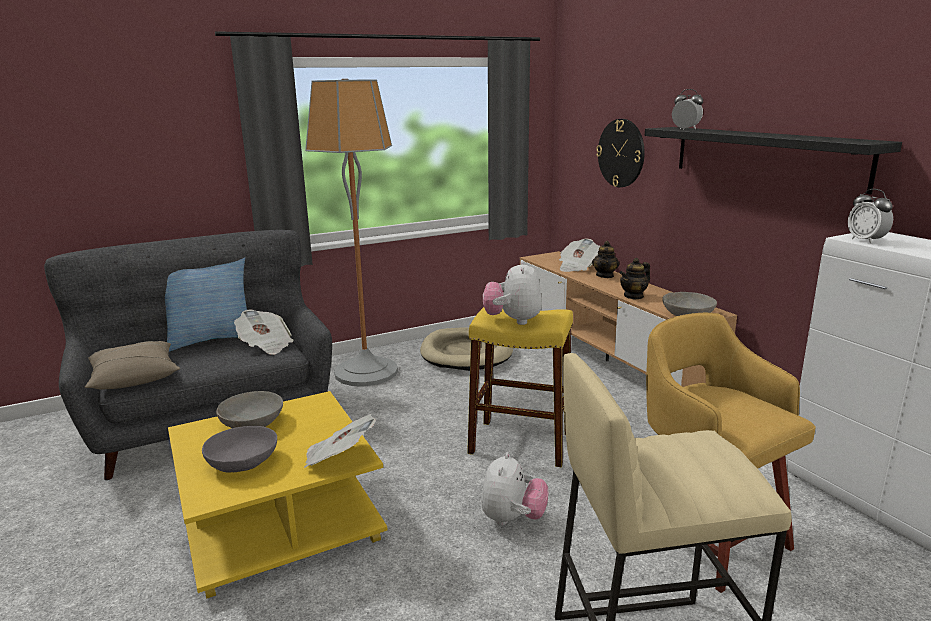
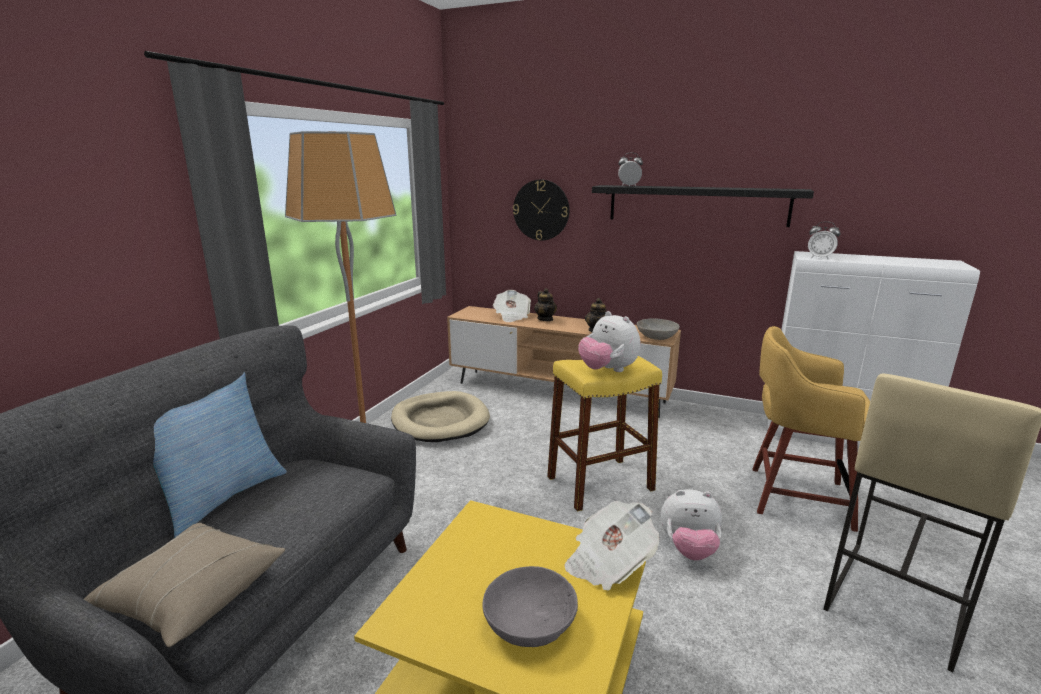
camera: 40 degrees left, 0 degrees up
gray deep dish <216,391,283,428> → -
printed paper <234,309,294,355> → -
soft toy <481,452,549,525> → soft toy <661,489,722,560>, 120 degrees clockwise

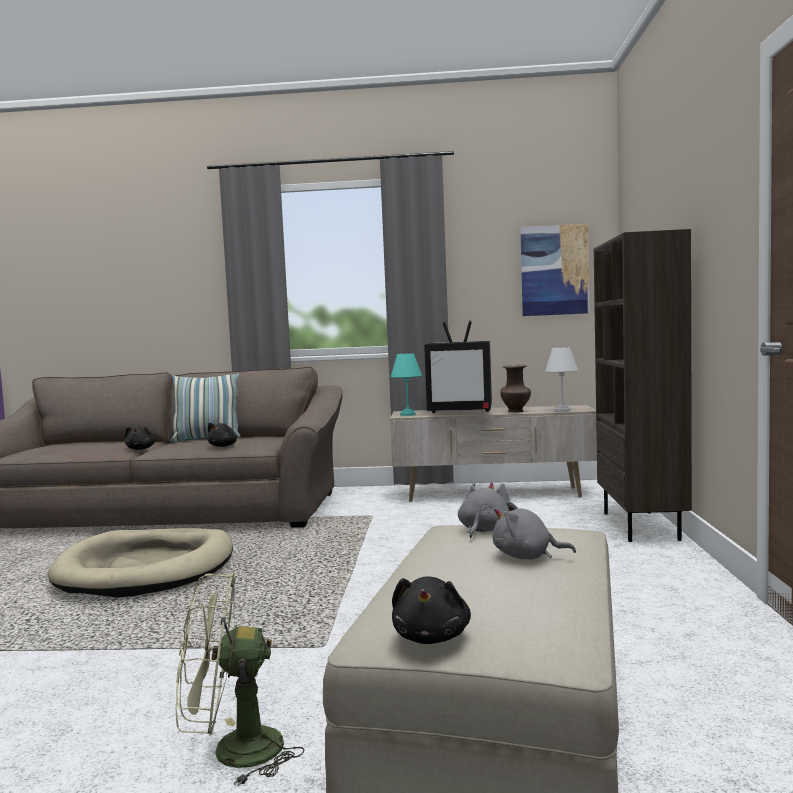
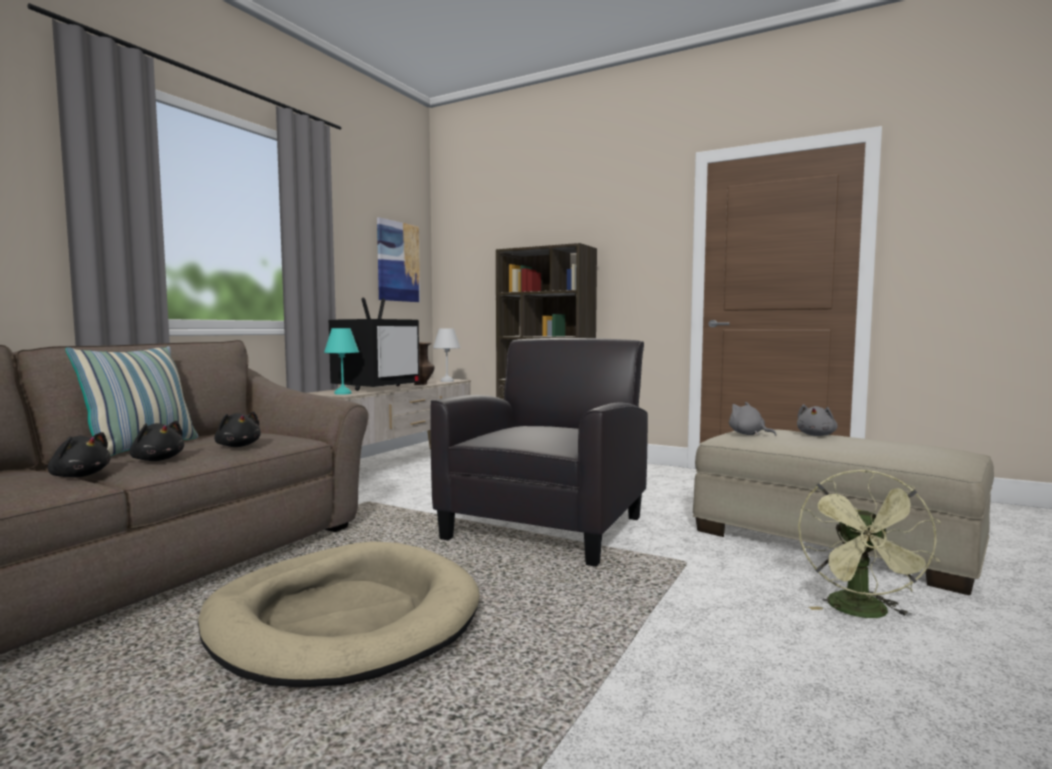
camera: 65 degrees left, 0 degrees up
- → blackish easy chair <431,338,648,567>
blackish soft toy <392,576,471,644> → blackish soft toy <130,421,184,461>, shifted

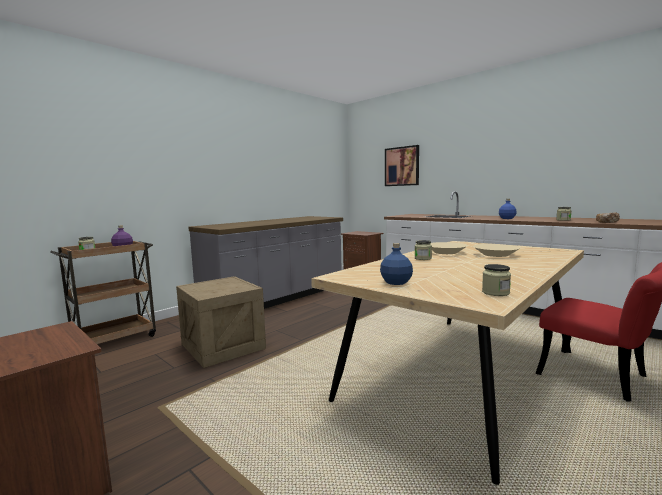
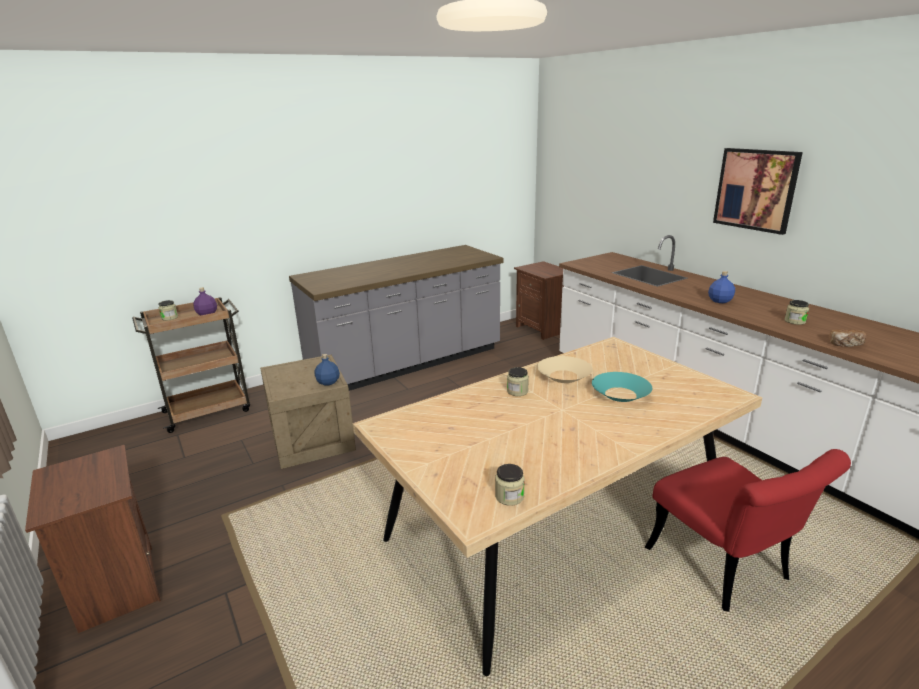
camera: 15 degrees right, 15 degrees up
bluish beverage bottle <380,243,413,285> → bluish beverage bottle <315,354,340,386>, shifted
picture <385,145,419,186> → picture <713,148,803,235>, shifted
sand-coloured deep dish <473,244,520,257> → turquoise-coloured deep dish <592,372,653,402>

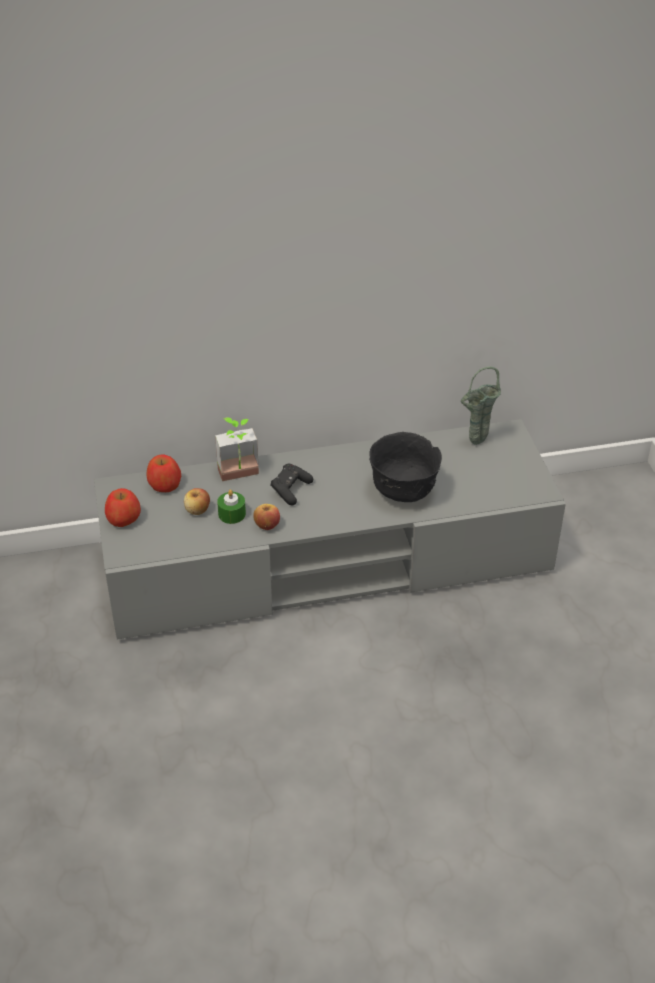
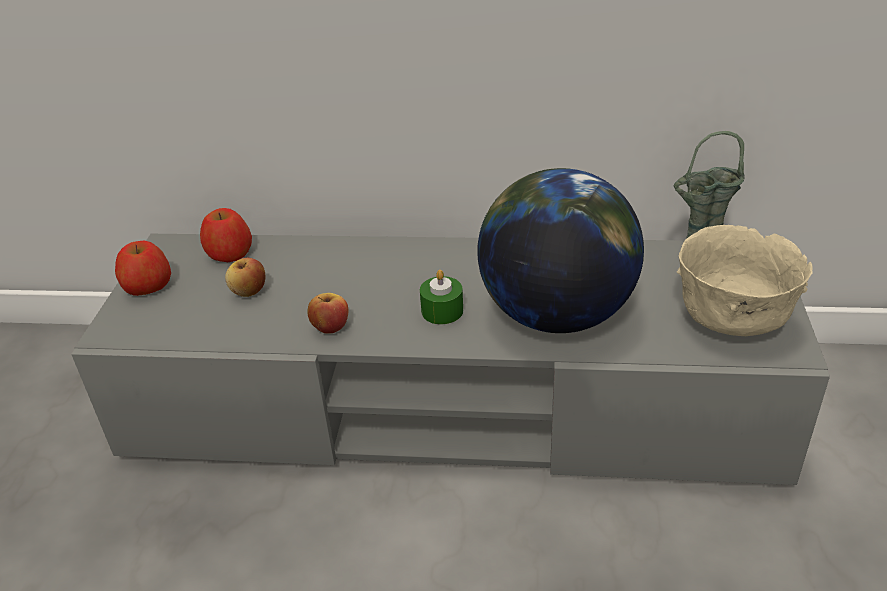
camera: 20 degrees right, 5 degrees down
potted plant <215,418,259,481> → -
blackish gamepad <271,464,313,505> → -
- → sand-coloured deep dish <677,225,813,336>
green-coloured candle <217,490,246,524> → green-coloured candle <420,270,463,324>, shifted
blackish deep dish <369,432,442,502> → world globe <477,168,644,333>

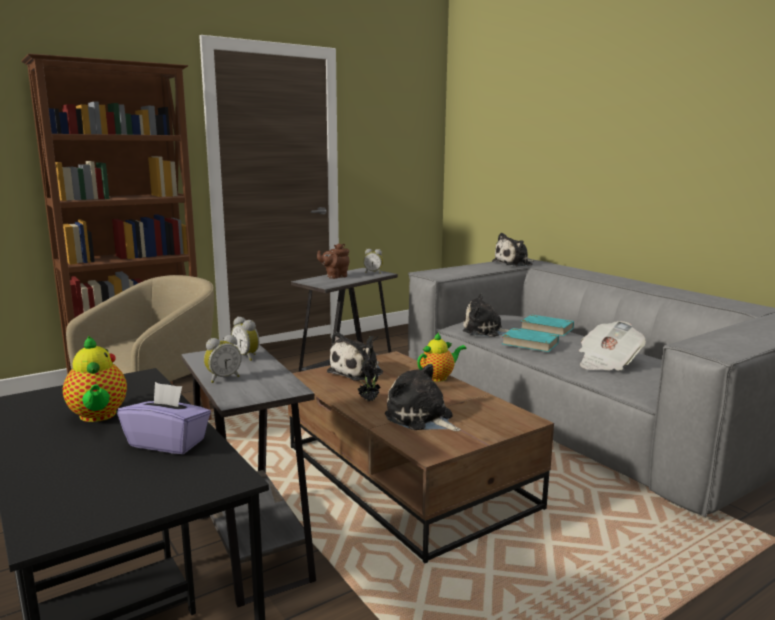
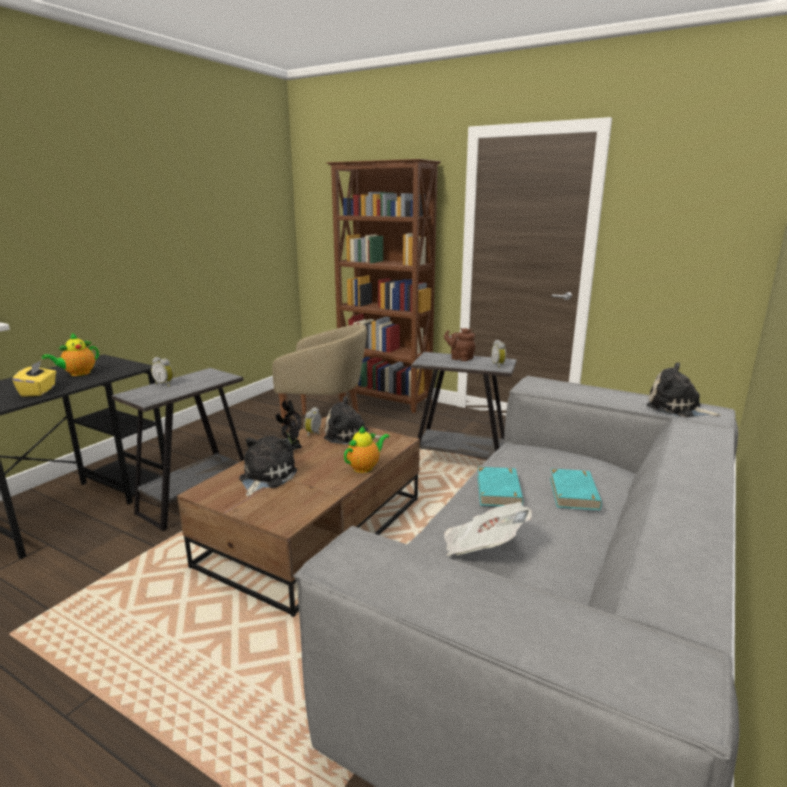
camera: 65 degrees right, 5 degrees up
soft toy <463,294,509,337> → -
table clock <231,317,259,361> → table clock <304,407,321,437>, shifted
purple tissue box <117,382,211,454> → yellowish tissue box <12,361,56,397>
pot for tea <417,333,466,382> → pot for tea <344,426,390,473>, 75 degrees counterclockwise

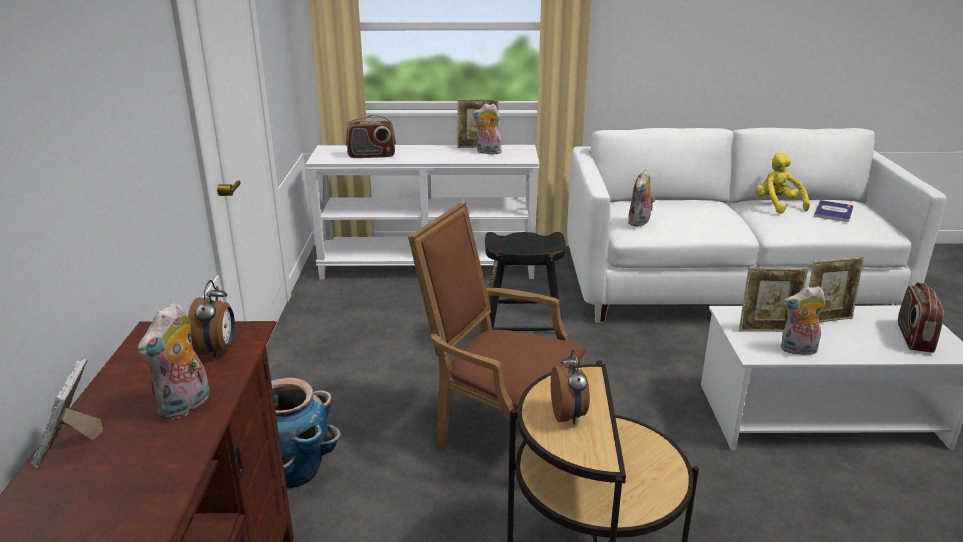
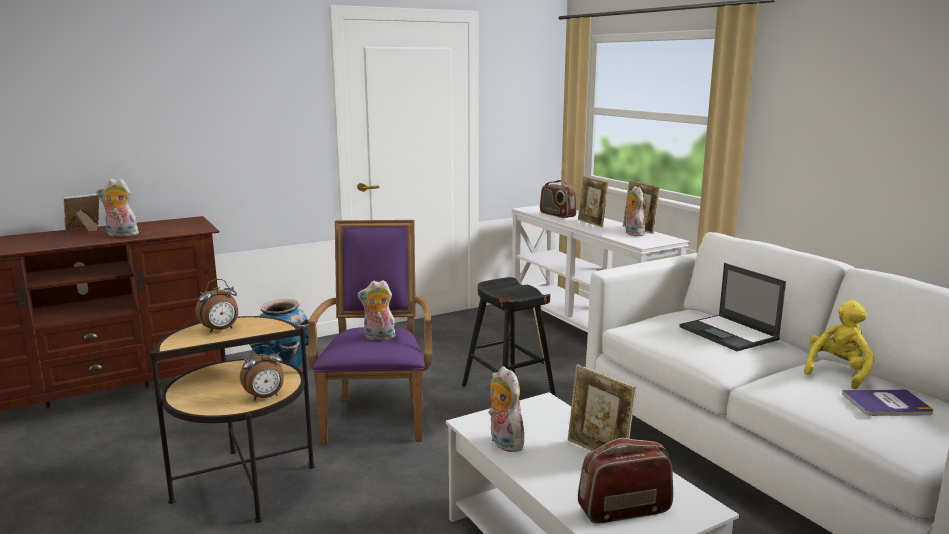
camera: 60 degrees right, 10 degrees down
- → portable computer <680,263,786,351>
table clock <188,280,235,359> → table clock <240,345,284,401>, shifted
soft toy <628,169,655,227> → soft toy <357,280,396,340>, shifted
photo frame <739,267,808,332> → photo frame <578,176,609,227>, shifted
brown easy chair <408,202,586,450> → purple easy chair <308,220,432,444>

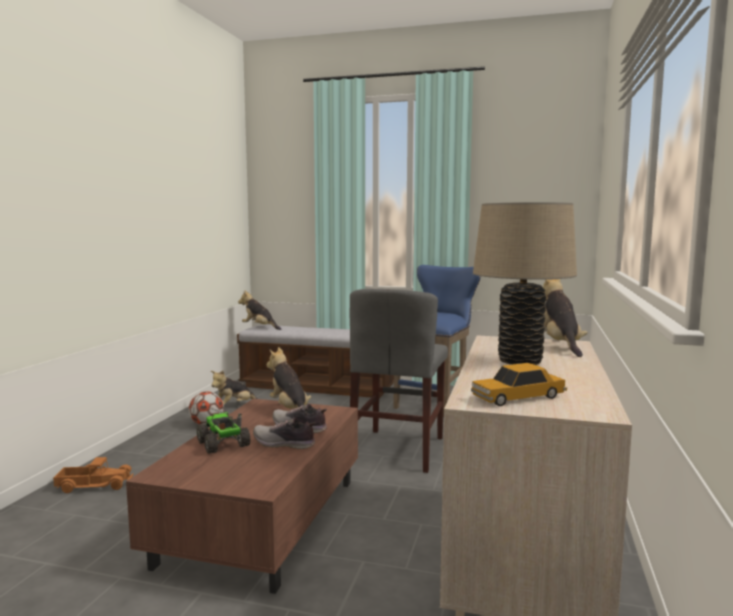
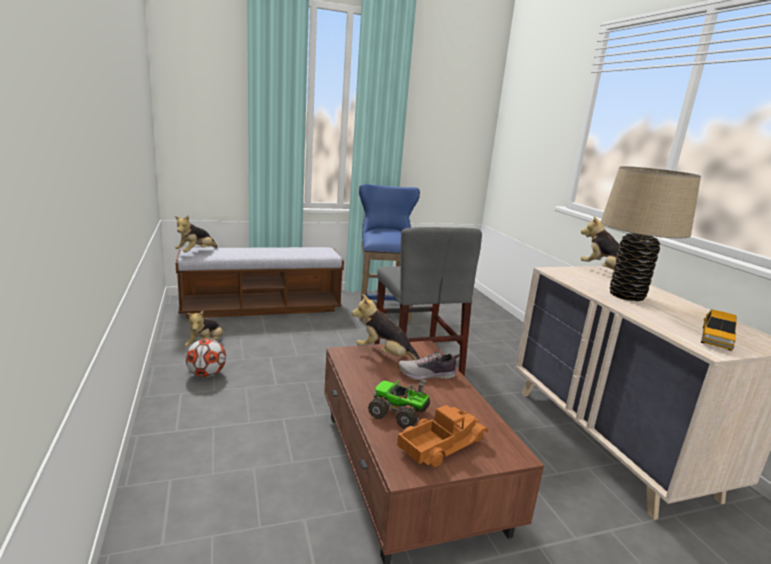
camera: 35 degrees left, 10 degrees up
low shoe <253,418,316,449> → -
model truck <53,457,133,493> → model truck <397,405,488,467>, shifted
soft toy <238,291,282,330> → soft toy <174,215,217,252>, 60 degrees counterclockwise

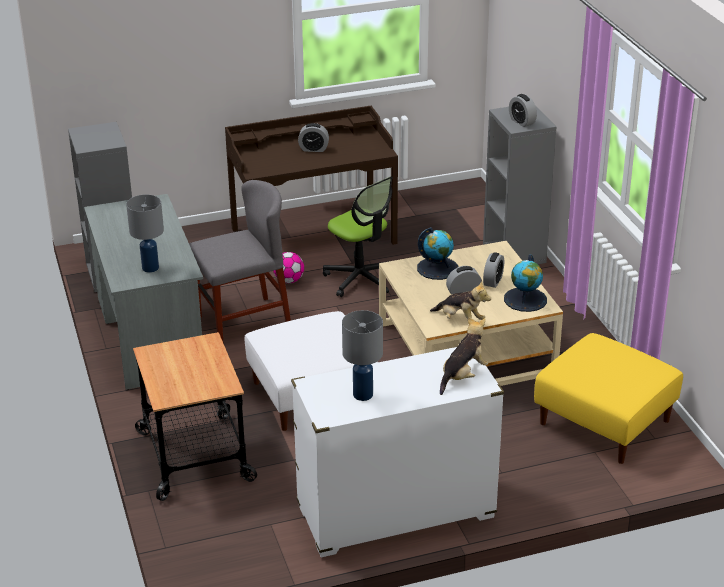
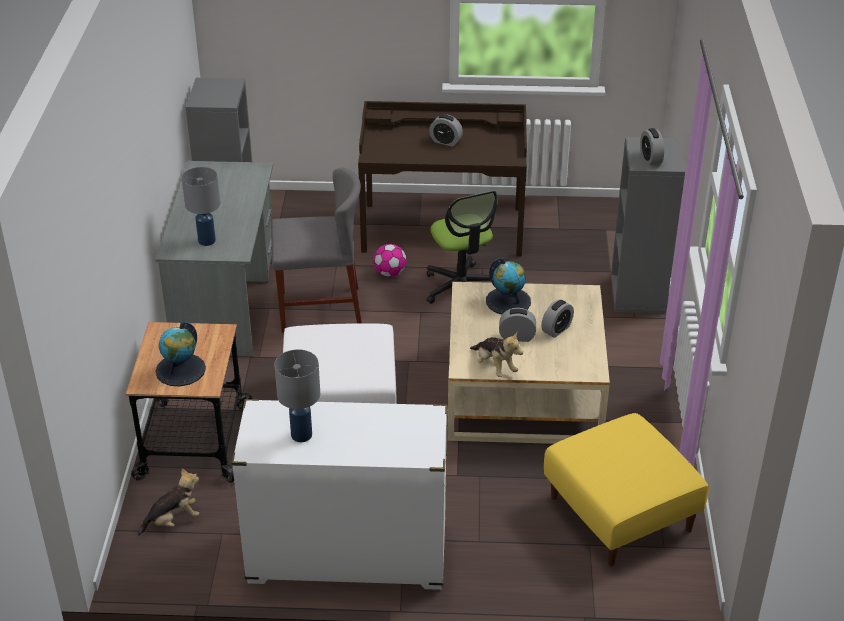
camera: 20 degrees right, 5 degrees up
soft toy <440,317,488,395> → soft toy <138,468,199,536>, shifted
world globe <504,254,547,312> → world globe <155,322,206,386>, shifted

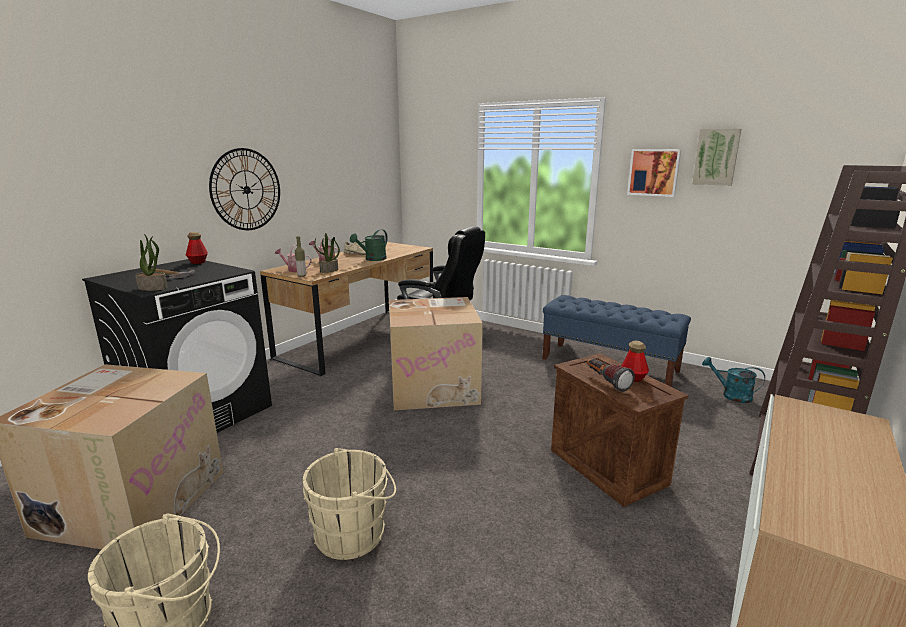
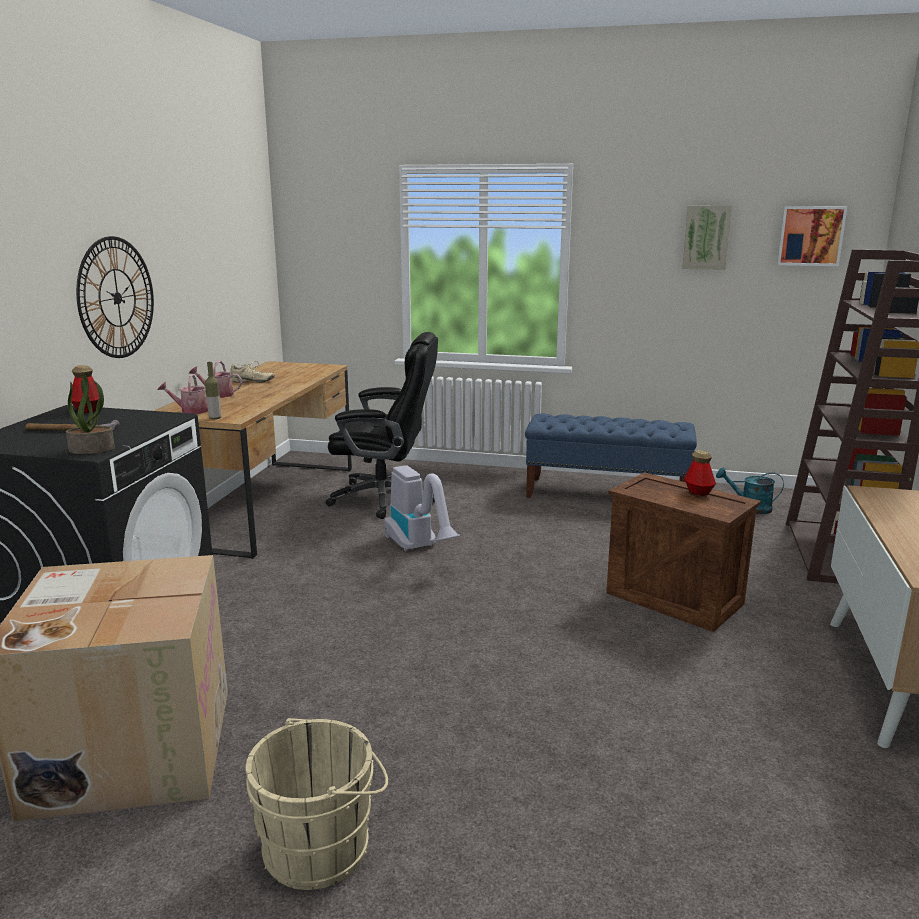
camera: 20 degrees left, 0 degrees up
sand-coloured bucket <303,448,396,560> → -
potted plant <314,233,340,273> → -
green-coloured watering can <350,229,388,261> → -
torch <587,359,635,392> → -
picture <627,149,681,197> → picture <777,206,847,266>, shifted
carton <389,297,483,410> → hoover <385,465,460,551>

